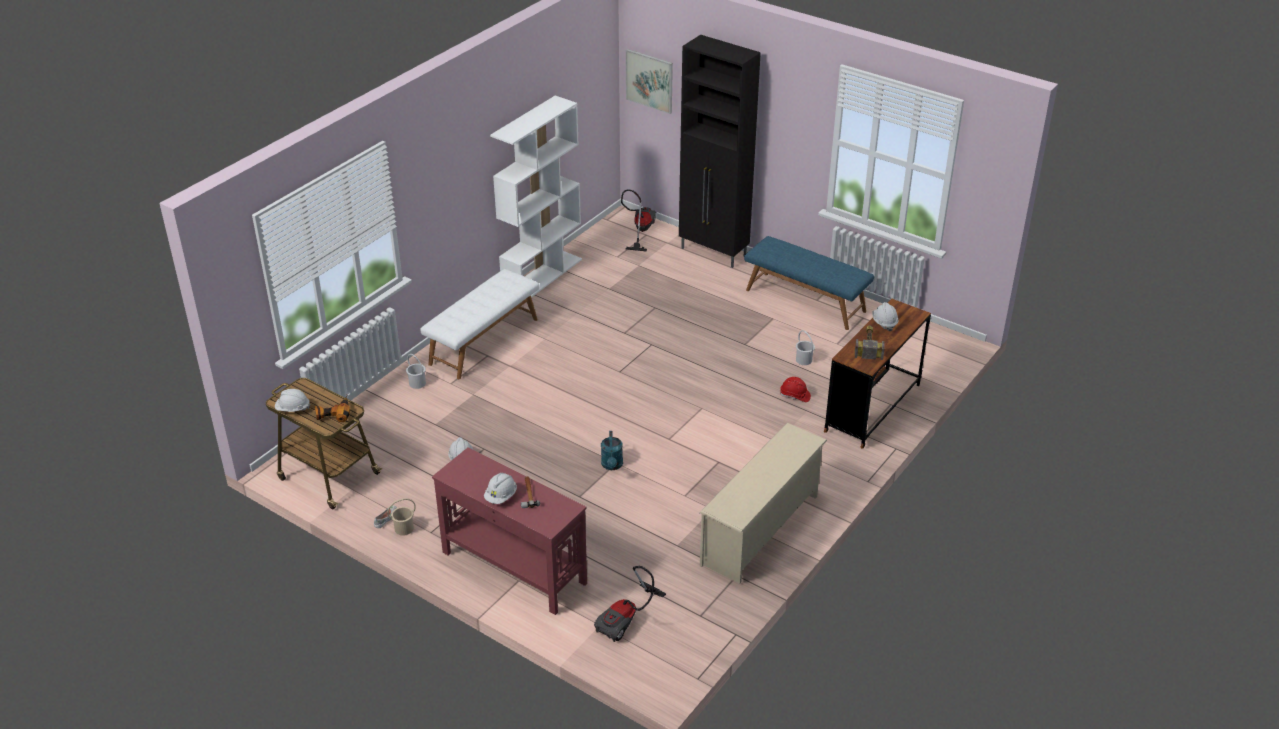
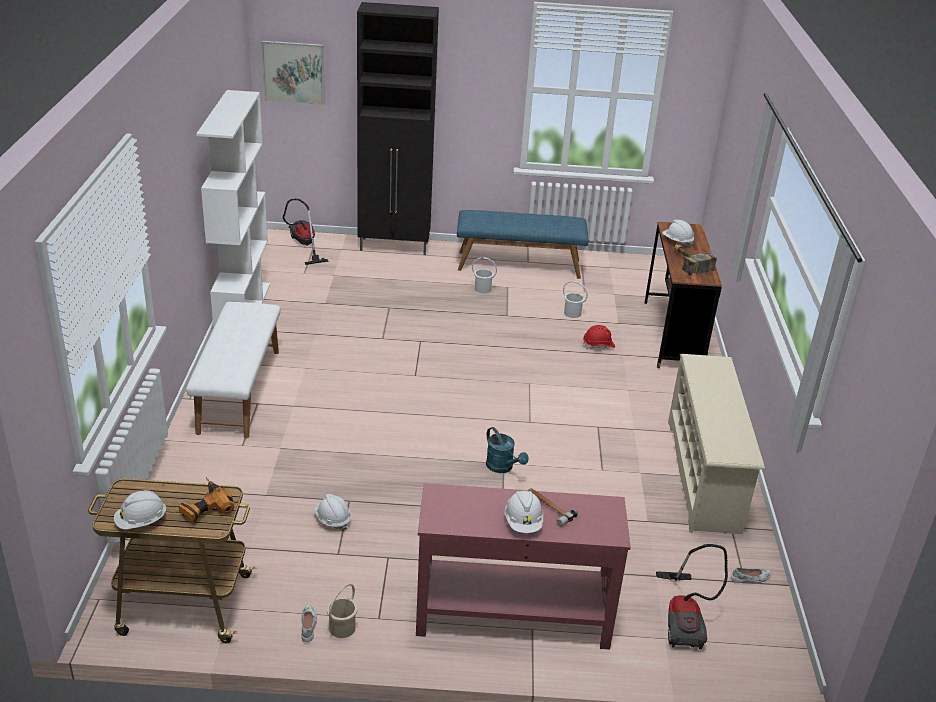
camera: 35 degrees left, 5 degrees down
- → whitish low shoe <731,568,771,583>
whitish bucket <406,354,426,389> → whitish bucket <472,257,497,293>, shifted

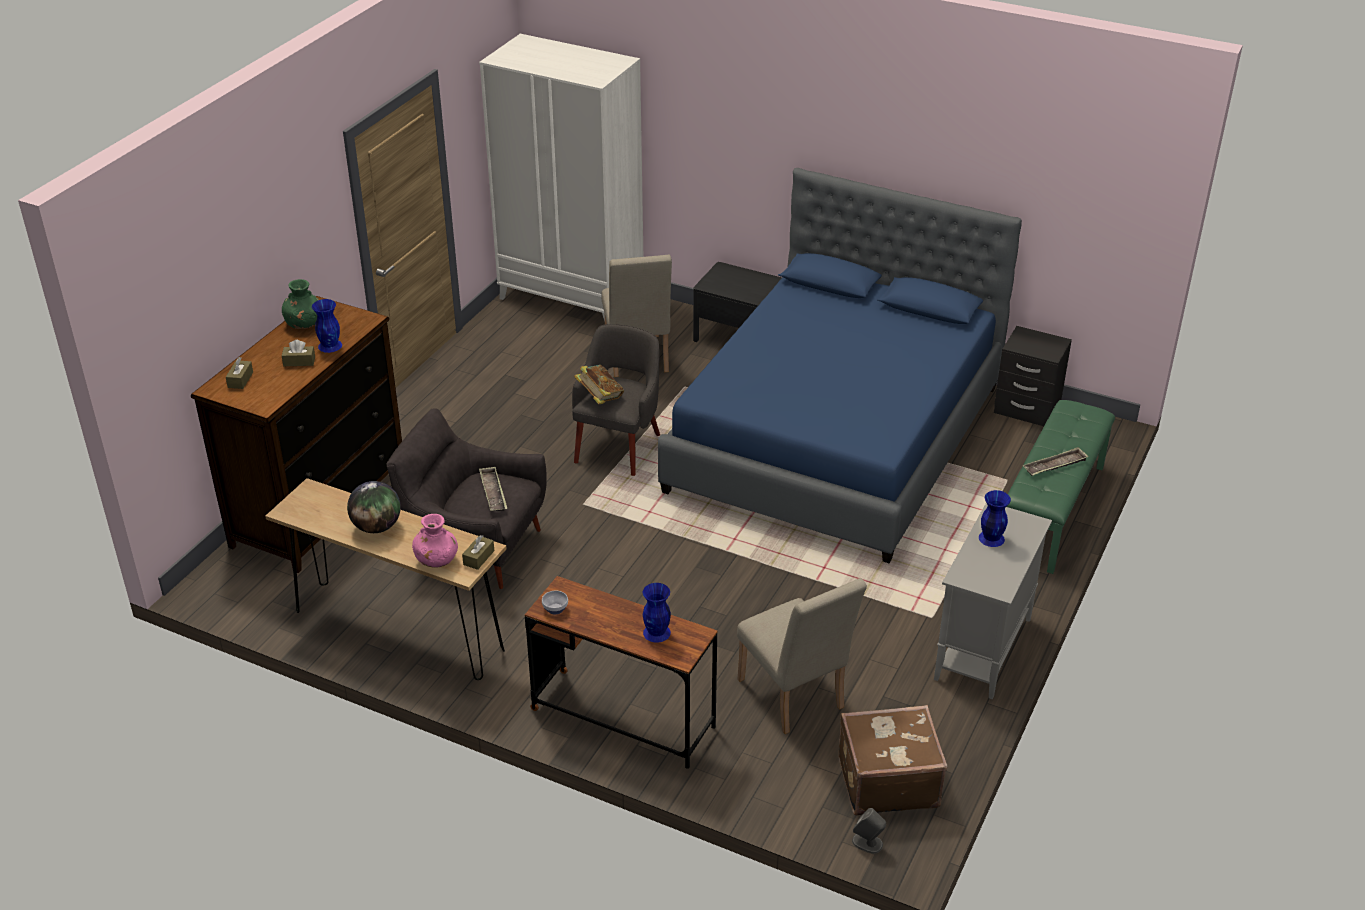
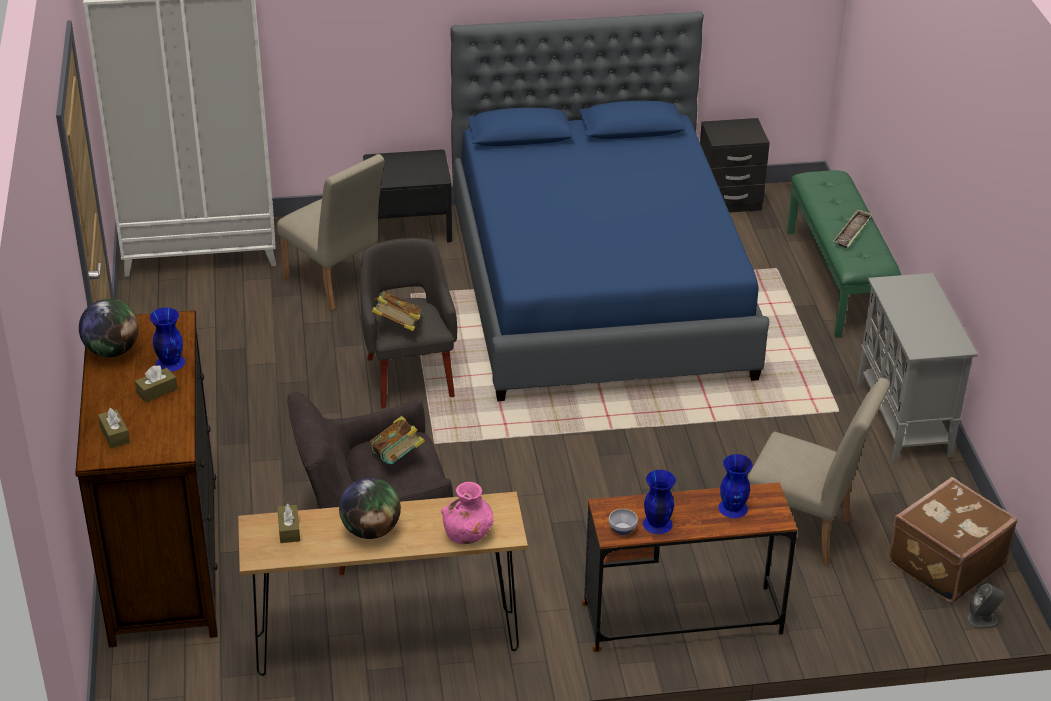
camera: 35 degrees left, 0 degrees up
brown tissue box <462,535,494,570> → brown tissue box <277,503,300,543>, shifted
bluish vase <979,490,1011,547> → bluish vase <643,470,676,534>, shifted
green-coloured vase <282,279,319,329> → world globe <79,299,139,357>
tray <479,467,507,512> → volume <370,416,425,464>

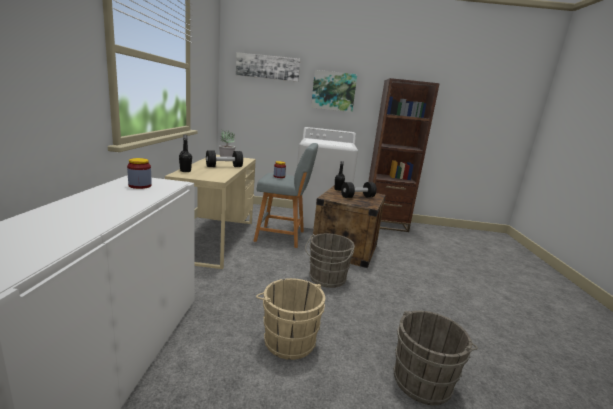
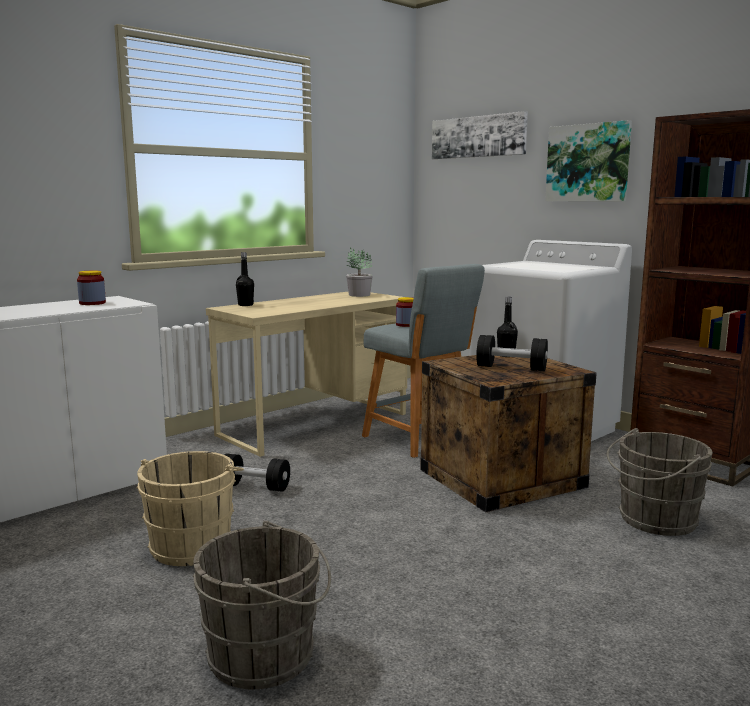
camera: 45 degrees right, 5 degrees down
blackish dumbbell <206,150,243,167> → blackish dumbbell <224,454,290,492>, shifted
gray bucket <305,233,355,288> → gray bucket <607,428,712,536>, shifted

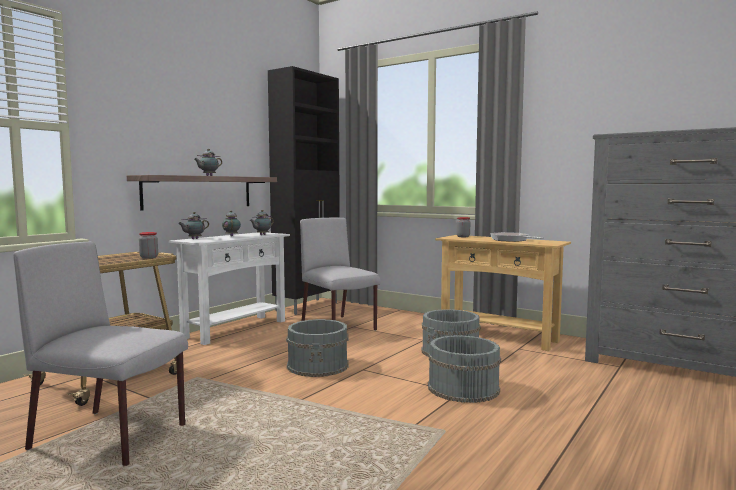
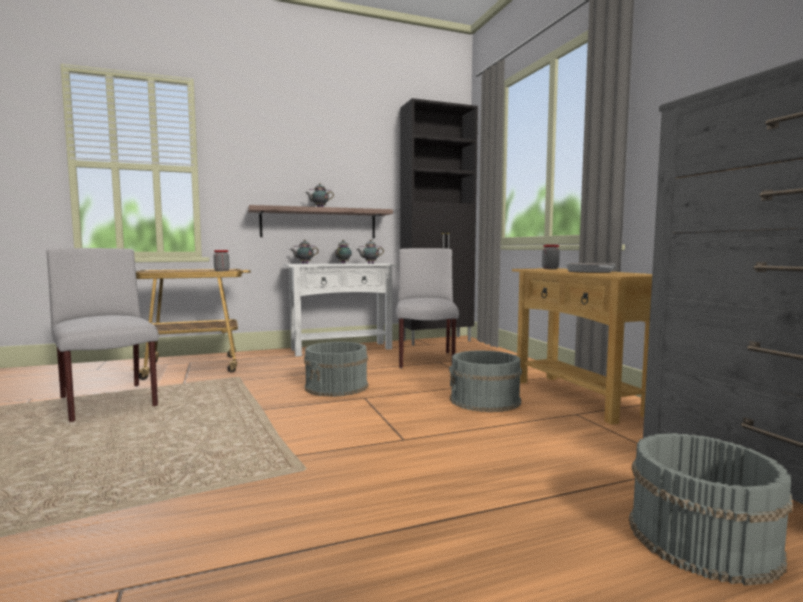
camera: 35 degrees right, 0 degrees up
gray bucket <428,335,501,403> → gray bucket <629,433,793,586>, shifted

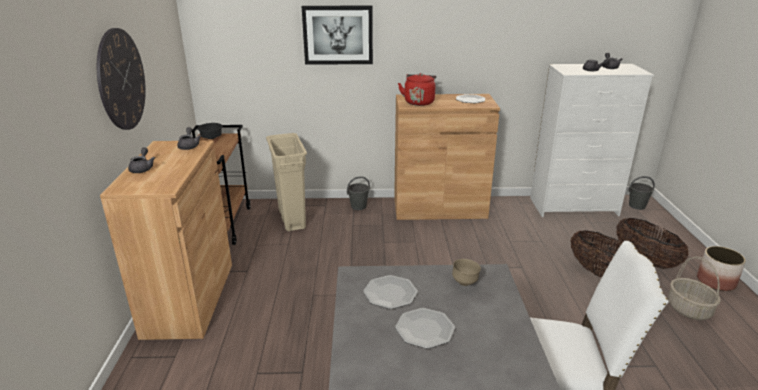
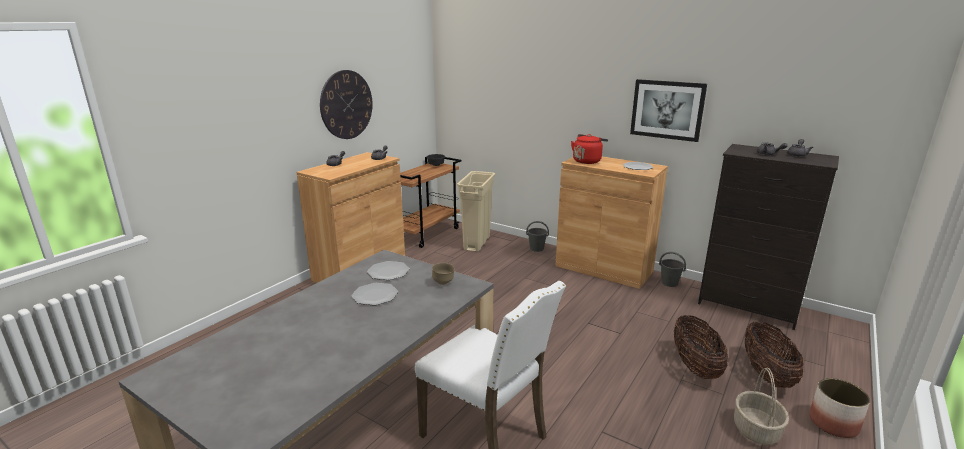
camera: 35 degrees right, 5 degrees down
picture <302,6,373,65> → picture <630,79,707,142>, shifted
gray bucket <628,176,655,210> → gray bucket <659,252,686,287>, shifted
whitish chest of drawers <530,64,654,217> → blackish chest of drawers <698,144,839,330>

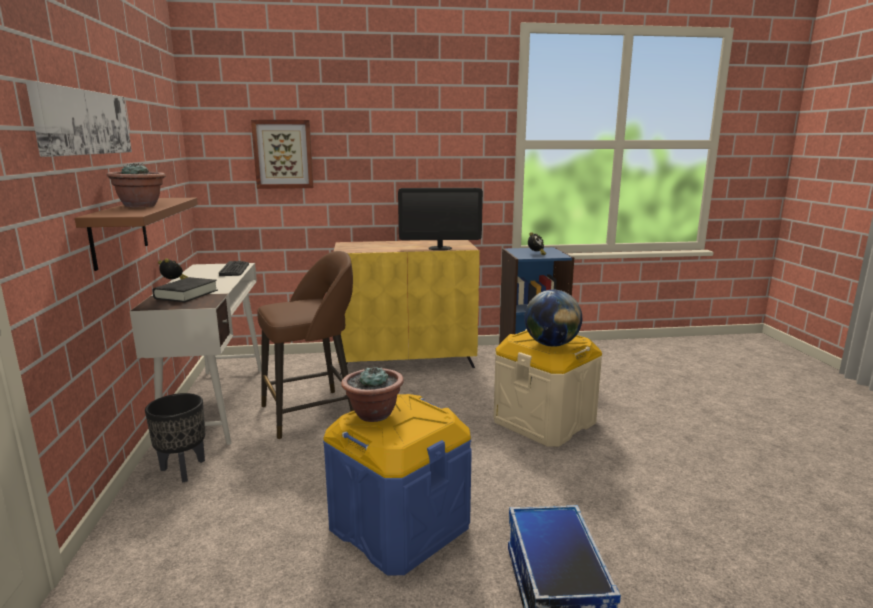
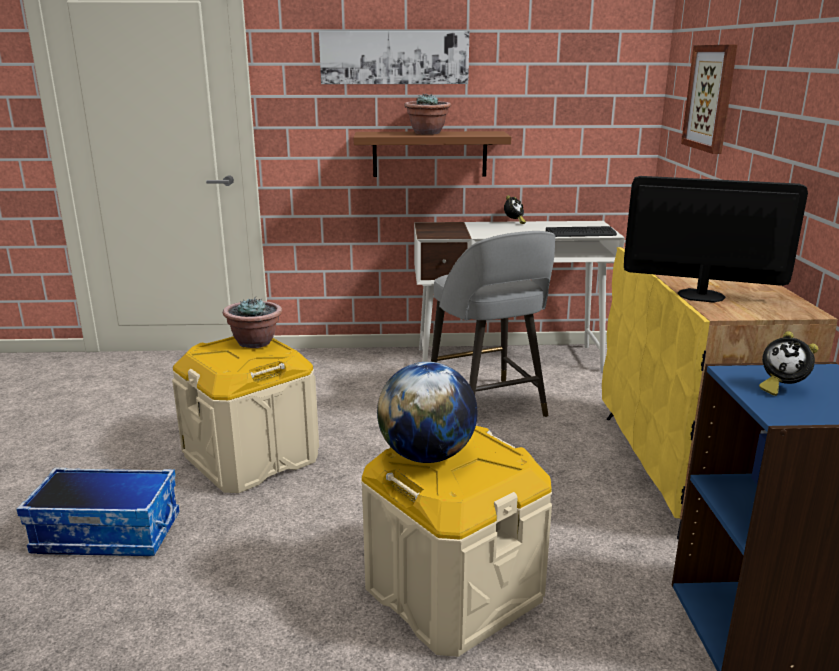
camera: 95 degrees right, 5 degrees up
blackish plant pot <145,393,205,483> → -
blackish volume <152,277,218,302> → -
brown stool <257,251,354,439> → gray stool <431,231,556,417>
bluish storage box <323,394,472,575> → sand-coloured storage box <172,336,319,493>
computer display <398,188,483,250> → computer display <624,176,808,303>, 105 degrees clockwise

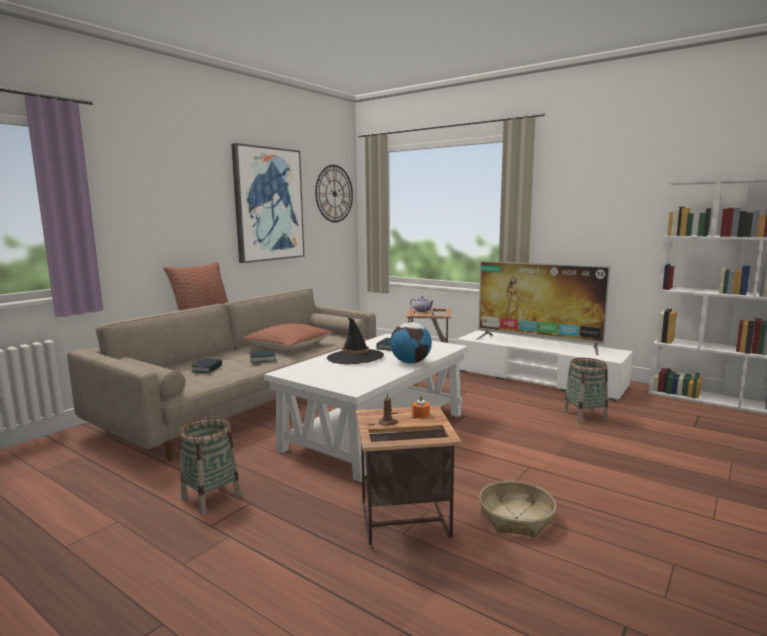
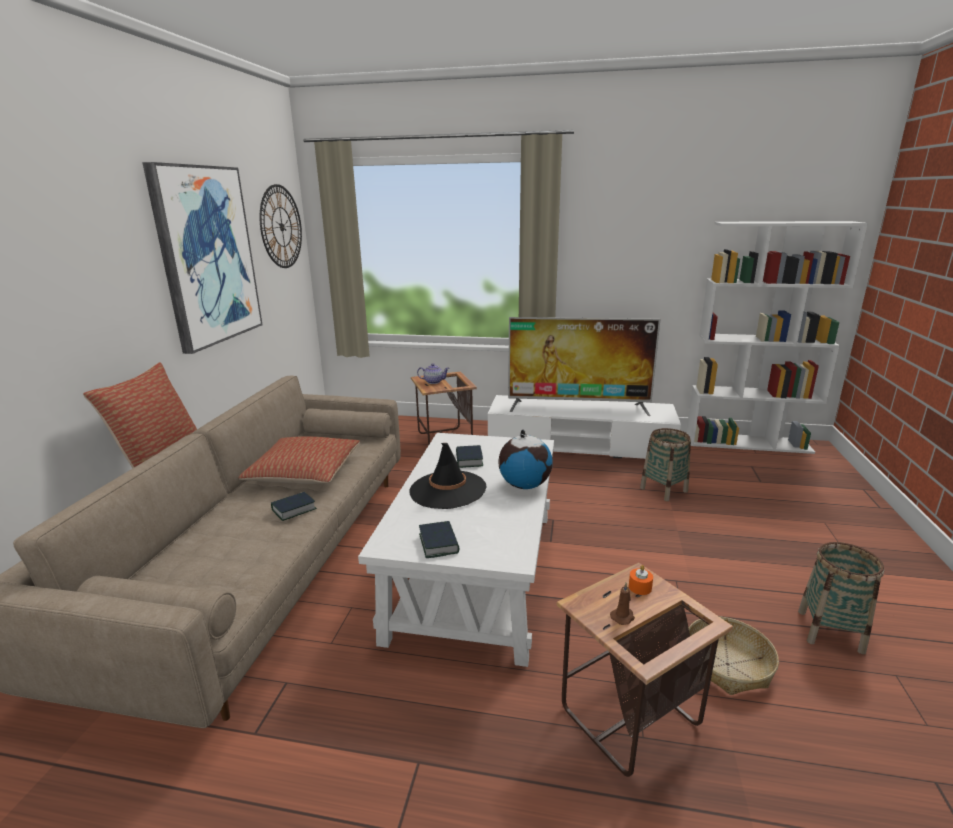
camera: 25 degrees left, 10 degrees up
household basket <180,417,241,514> → household basket <798,542,884,655>, shifted
volume <191,358,222,373> → volume <419,521,459,558>, shifted

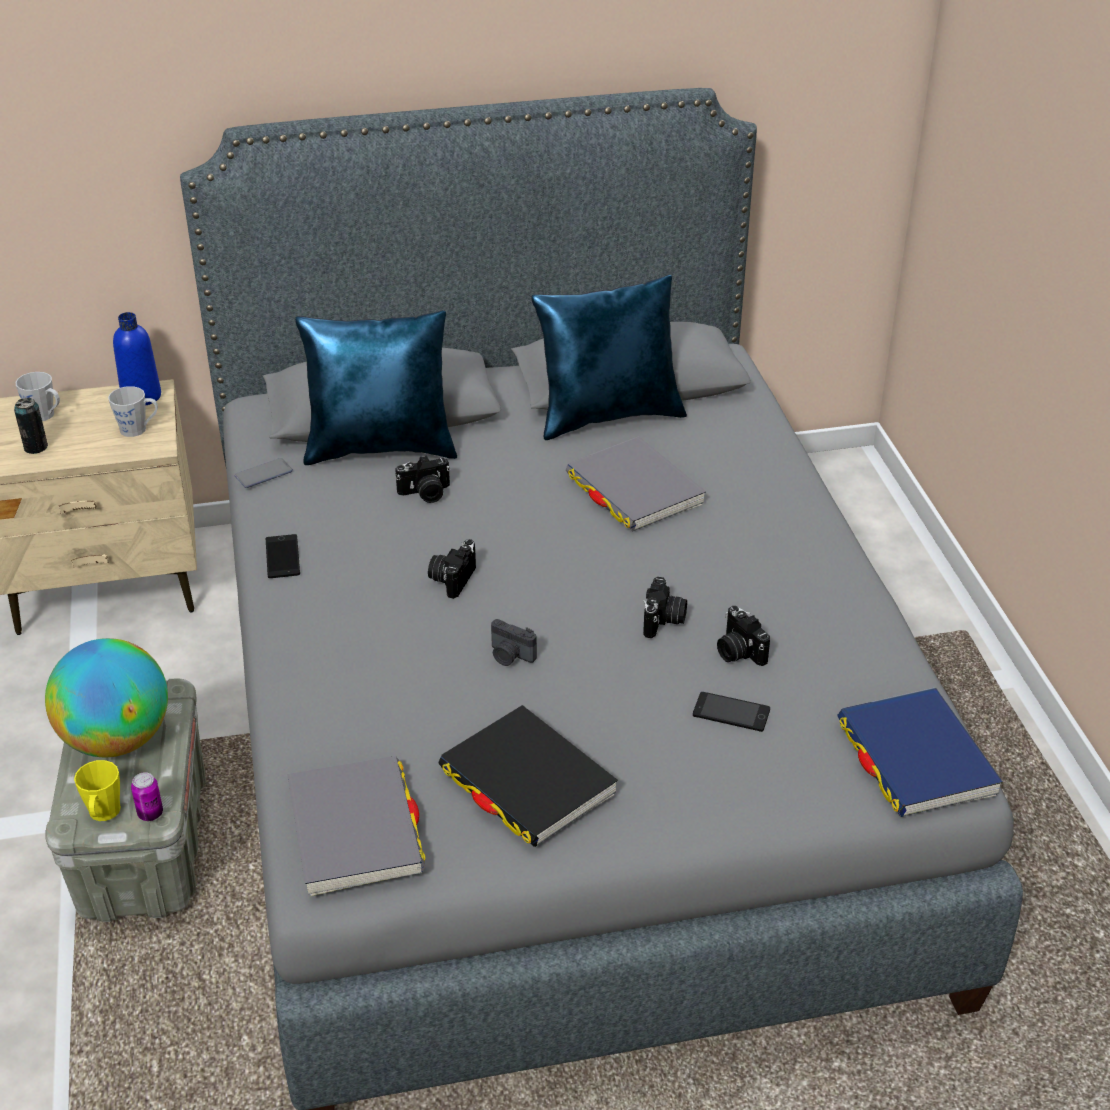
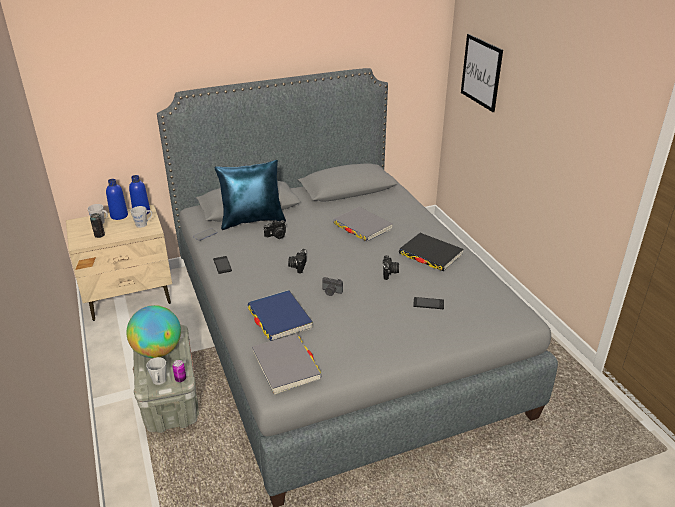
camera: 10 degrees left, 5 degrees down
bluish throw pillow <531,275,687,440> → -
still camera <717,606,770,666> → -
- → bluish beverage bottle <106,179,128,220>
- → picture <461,34,503,112>
blackish volume <439,705,618,847> → blackish volume <399,233,464,271>, shifted
bluish volume <837,687,1003,817> → bluish volume <248,290,313,341>, shifted
yellowish tea mug <74,760,121,821> → gray tea mug <146,357,167,385>

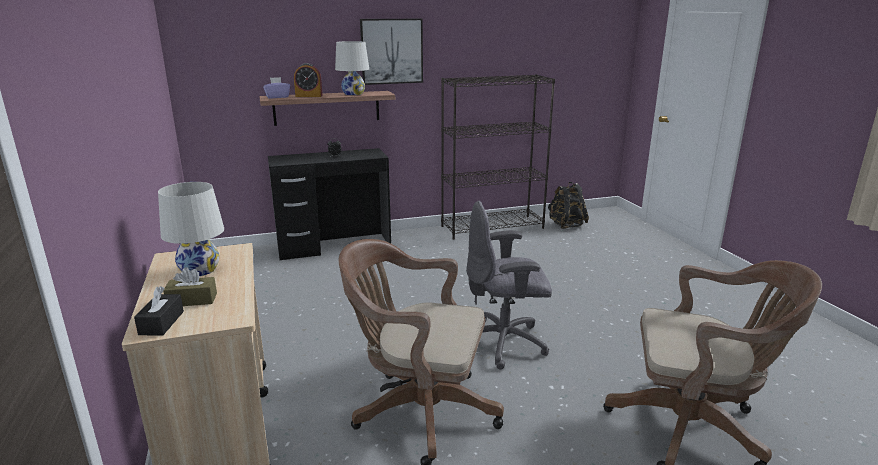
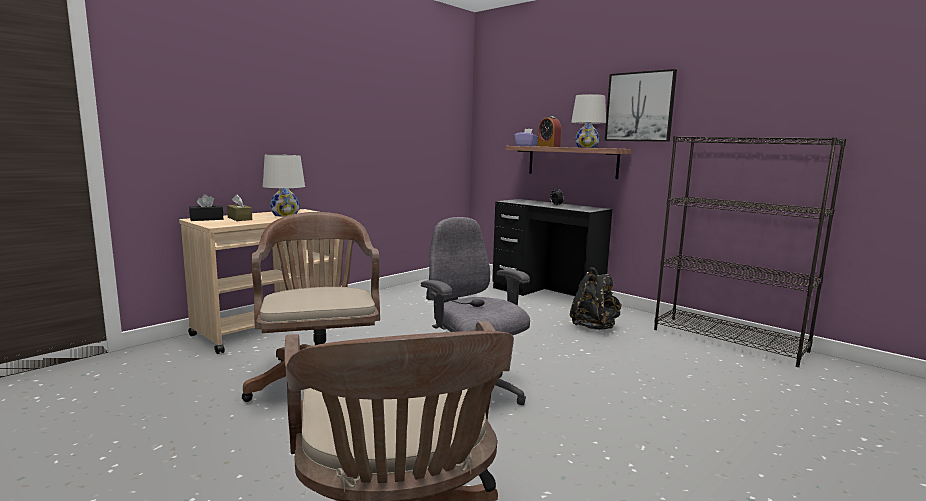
camera: 60 degrees right, 10 degrees down
blackish knapsack <548,182,589,229> → blackish knapsack <570,267,621,330>, shifted

